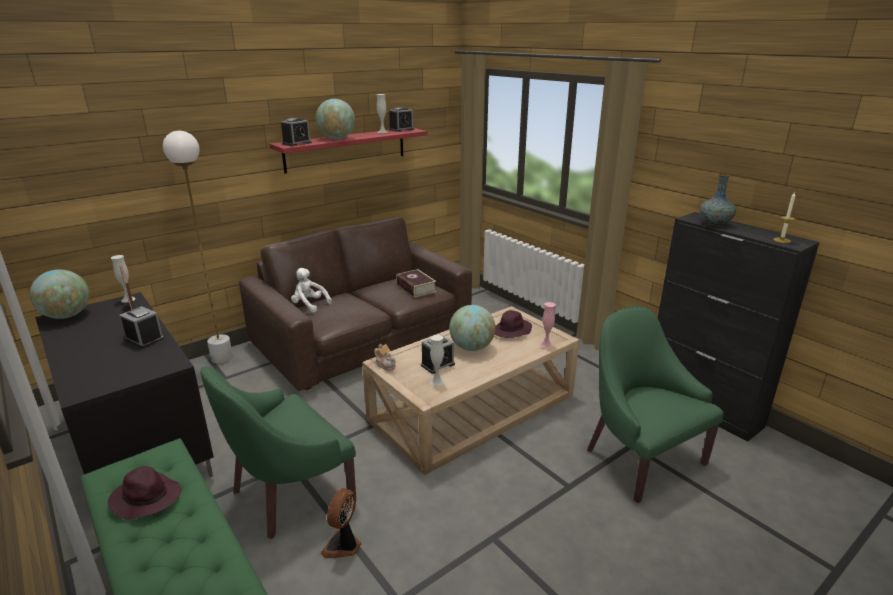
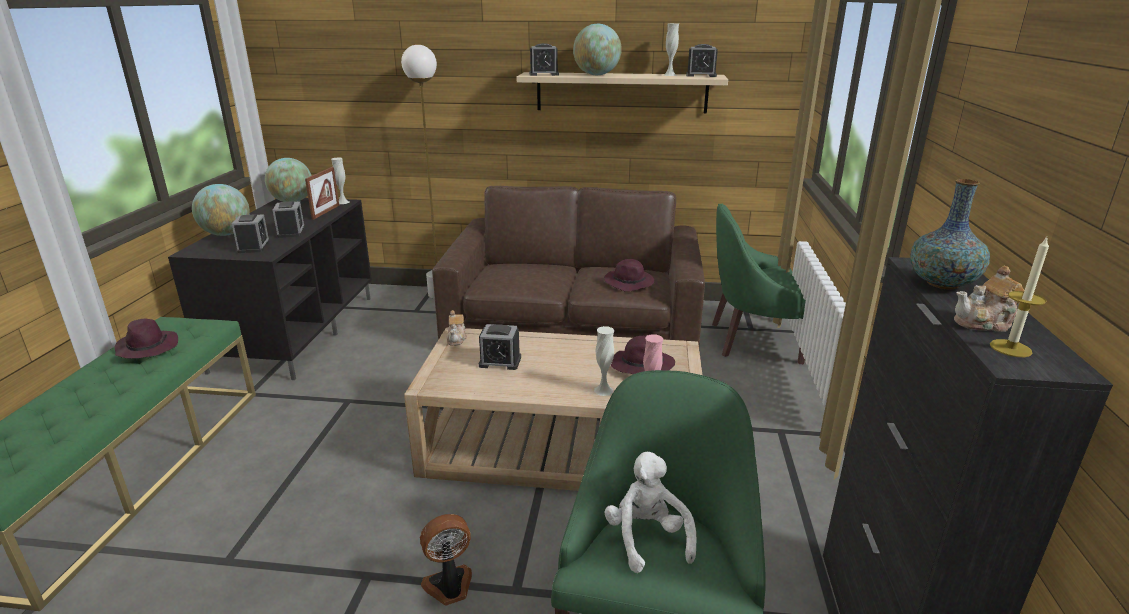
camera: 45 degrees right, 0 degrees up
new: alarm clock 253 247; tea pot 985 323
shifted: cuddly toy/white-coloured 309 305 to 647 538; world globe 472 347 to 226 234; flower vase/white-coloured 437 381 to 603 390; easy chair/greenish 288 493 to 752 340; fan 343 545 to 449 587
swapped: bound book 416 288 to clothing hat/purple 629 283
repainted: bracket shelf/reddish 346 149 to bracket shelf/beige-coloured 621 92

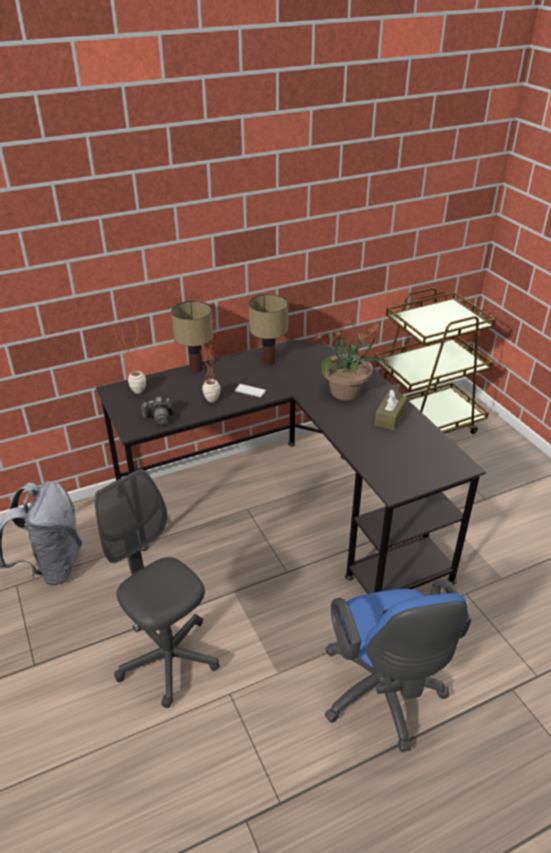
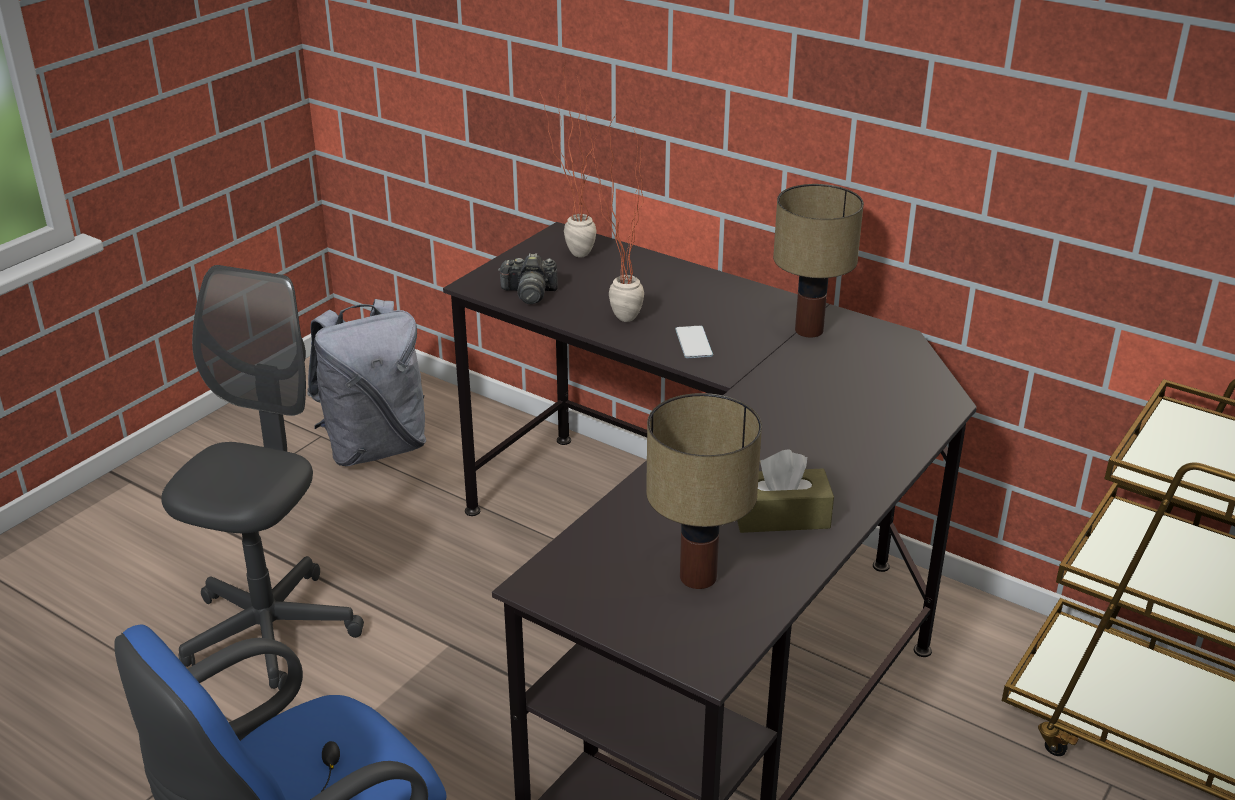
camera: 60 degrees right, 5 degrees down
gone: potted plant 346 392
shifted: tabletop lamp 196 368 to 699 576
rotated: still camera 159 418 = 529 293 45 degrees counterclockwise

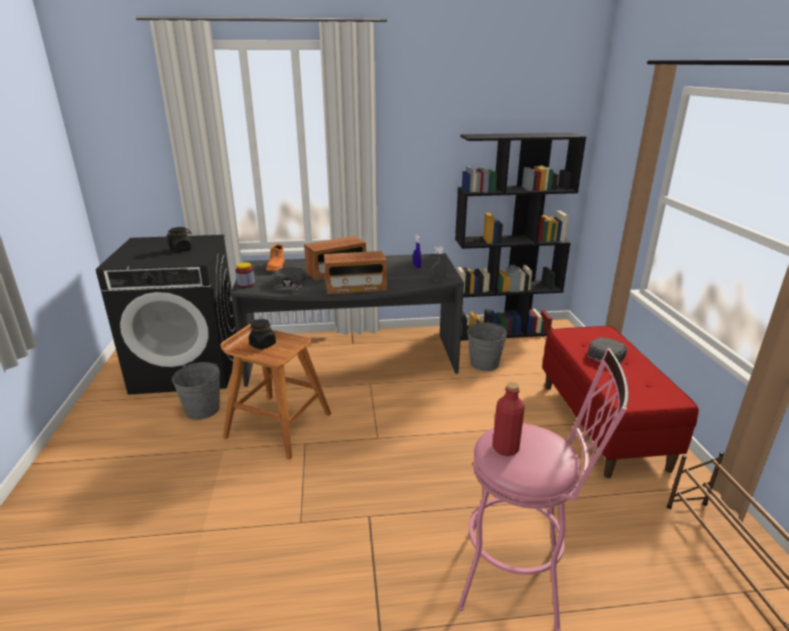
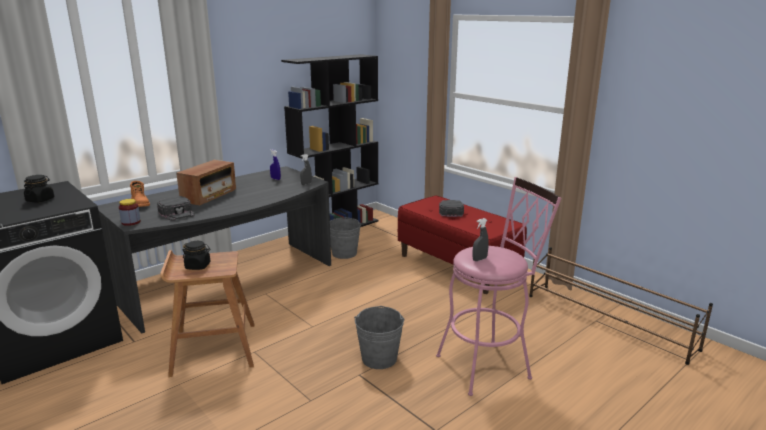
camera: 35 degrees left, 5 degrees down
gone: radio 355 288
shifted: water bucket/greyish 202 409 to 379 358
swapped: drink bottle/reddish 505 448 to sprayer/greyish 479 259

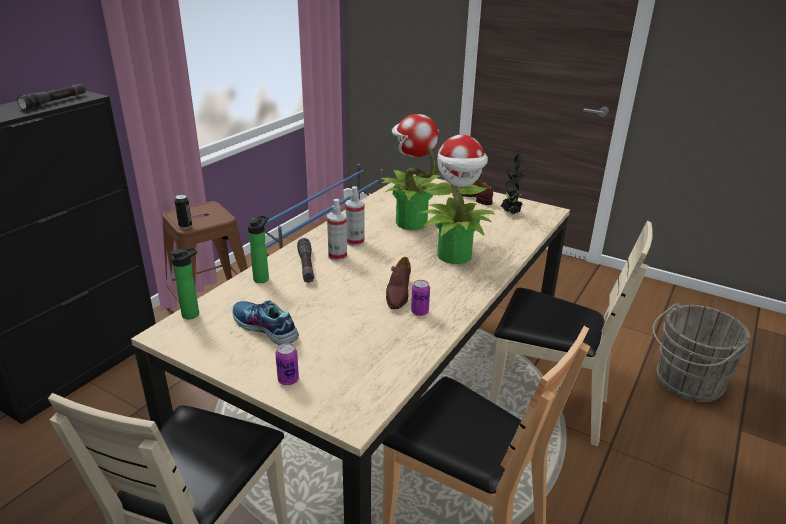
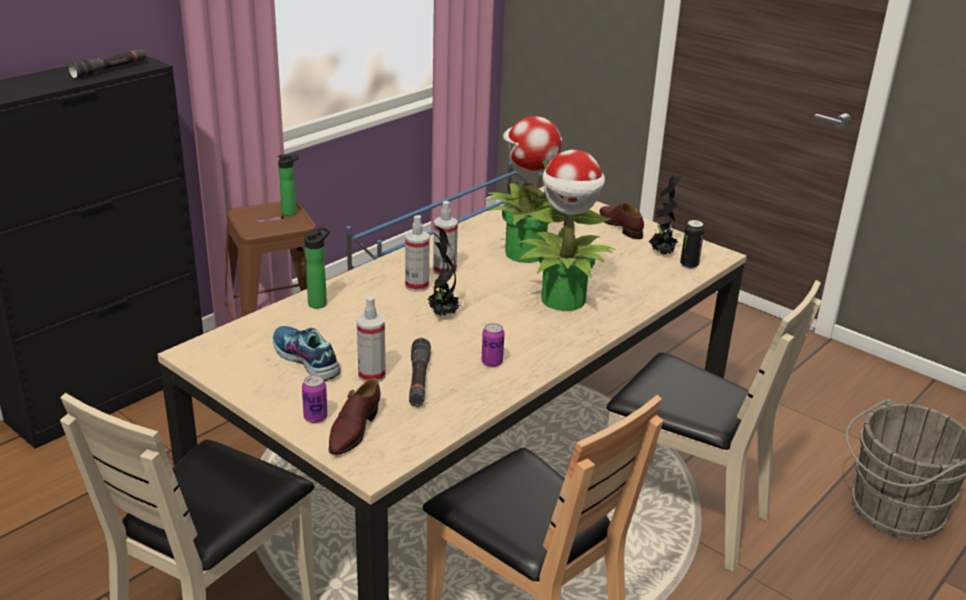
camera: 10 degrees right, 0 degrees up
new: potted plant 442 314; sprayer 371 375
shifted: sealed can 185 226 to 689 265; torch/black-coloured 306 266 to 419 380; drink bottle 193 314 to 291 213; shoe/brown-coloured 398 293 to 353 430

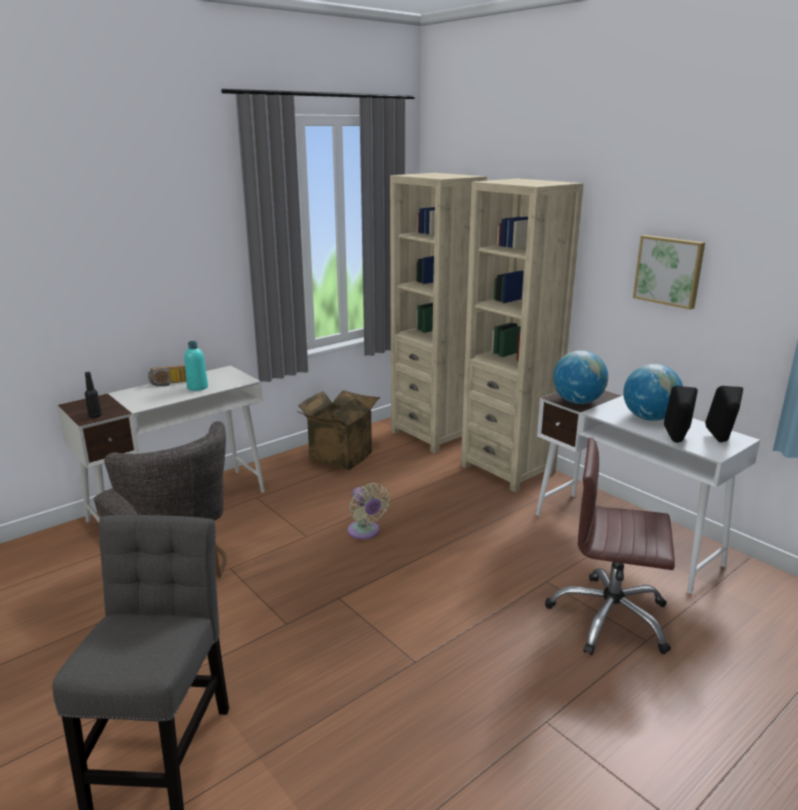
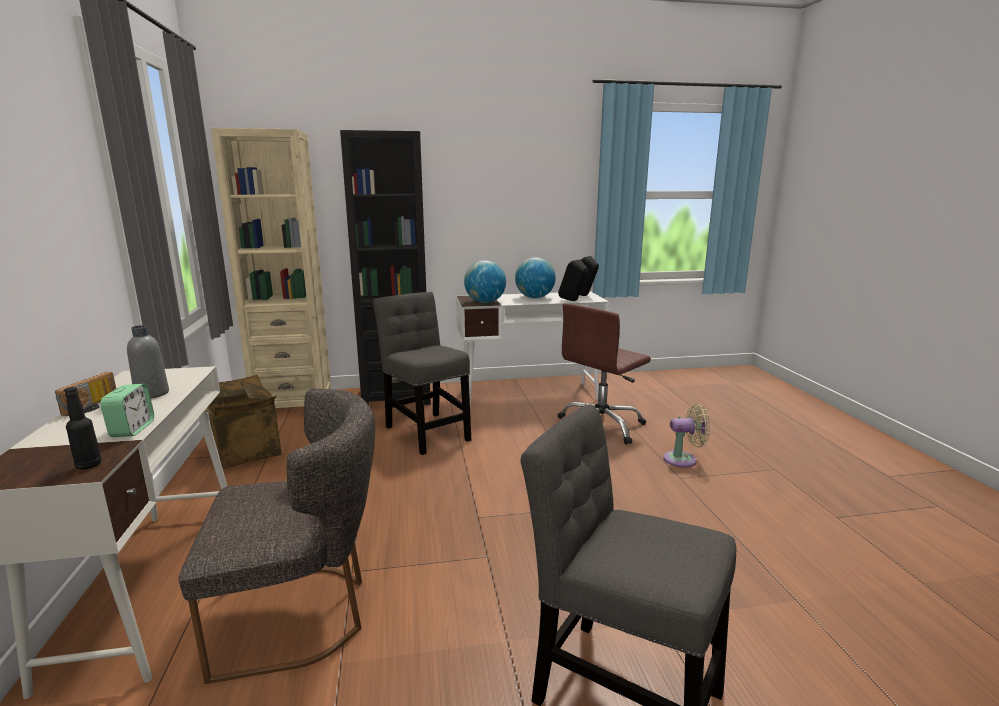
camera: 60 degrees left, 5 degrees down
gone: wall art 669 271
new: upright chair/greyish 426 431; alarm clock 132 429
shifted: fan/beige-coloured 365 532 to 683 459
repainted: bookcase/beige-coloured 508 469 to bookcase/black-coloured 396 396; drink bottle/blue-green 197 387 to drink bottle/greyish 152 394

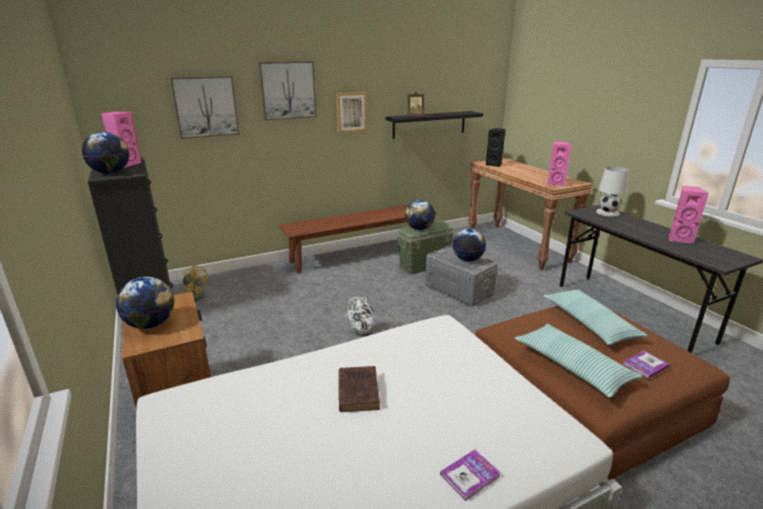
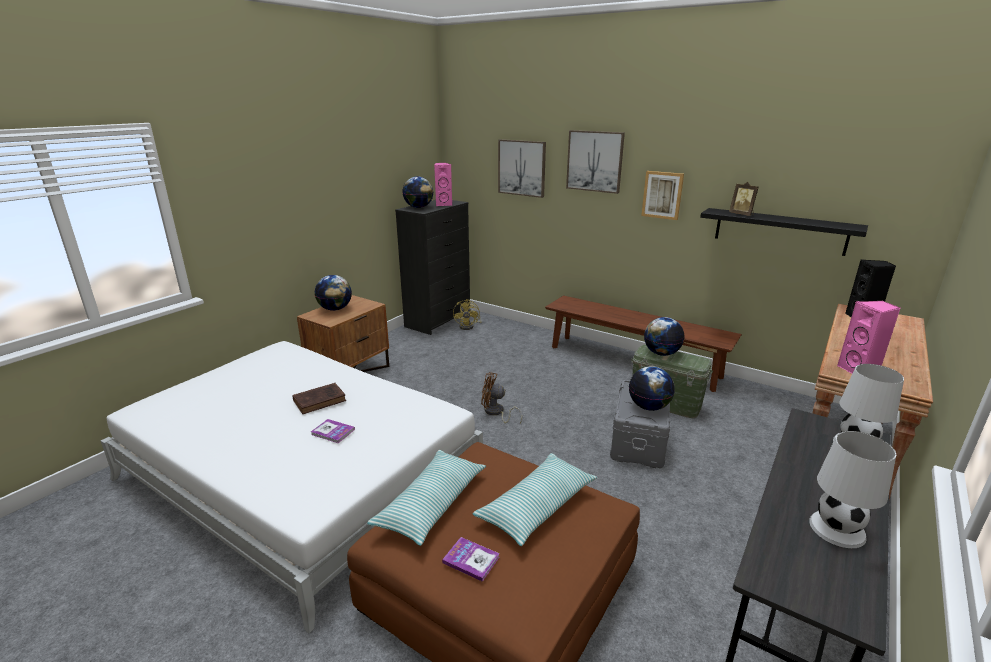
camera: 60 degrees right, 0 degrees up
shifted: bound book 470 475 to 333 432
swapped: audio speaker/pink-coloured 679 239 to tabletop lamp/white-coloured 838 529
repainted: fan/white-coloured 368 331 to fan/brown-coloured 496 413

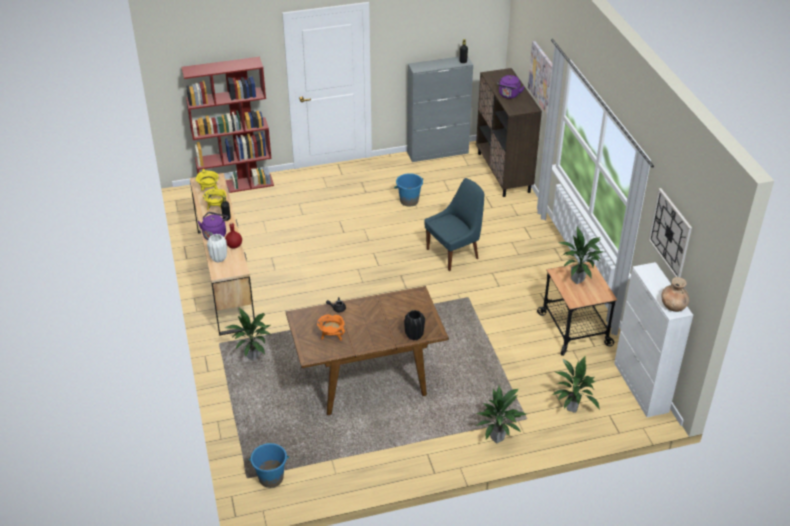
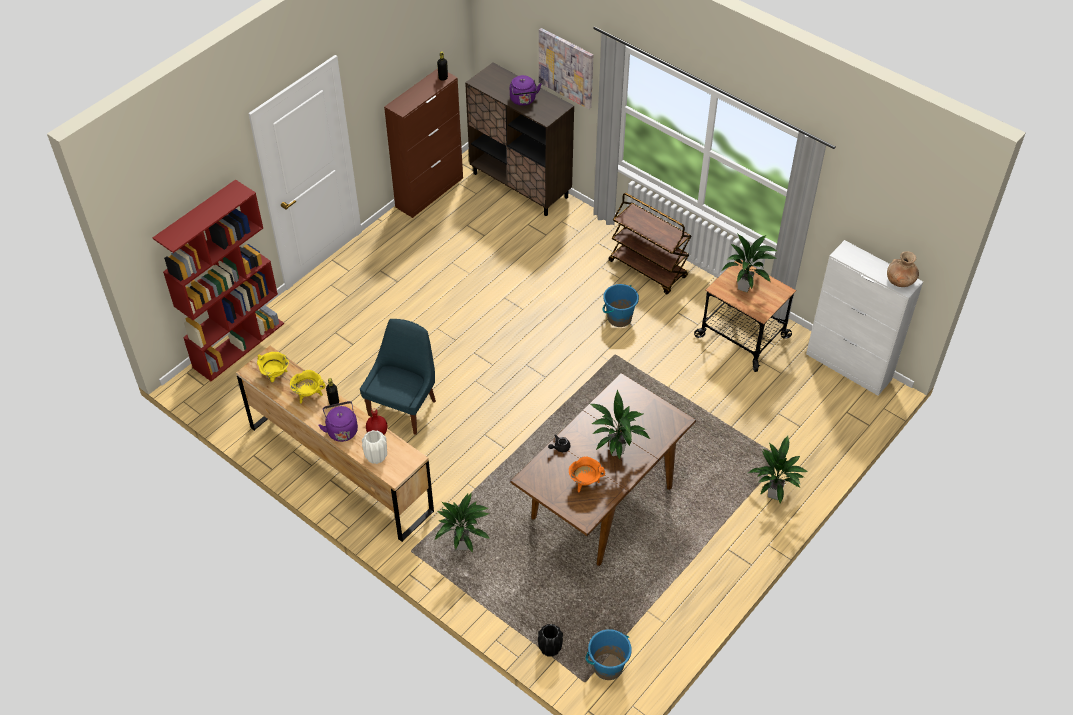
camera: 35 degrees left, 10 degrees up
gone: hanging clock 670 233
new: trolley/brown-coloured 648 269
shifted: water bucket/bluish 409 201 to 619 318; upright chair/bluish 454 253 to 404 407; flower vase/black-coloured 414 336 to 550 649; potted plant 572 408 to 616 451
repainted: cabinet/greyish 438 152 to cabinet/brown-coloured 430 192

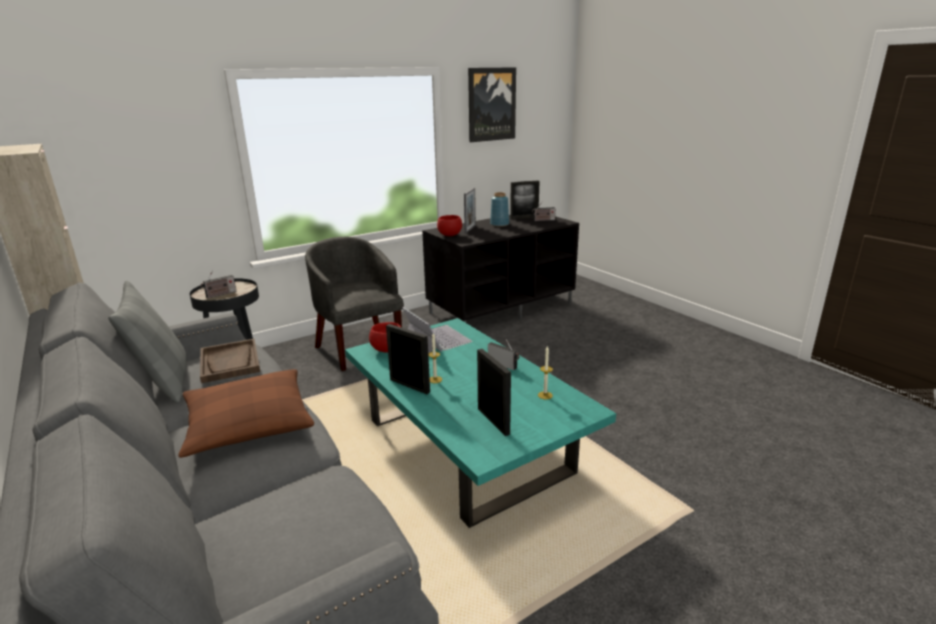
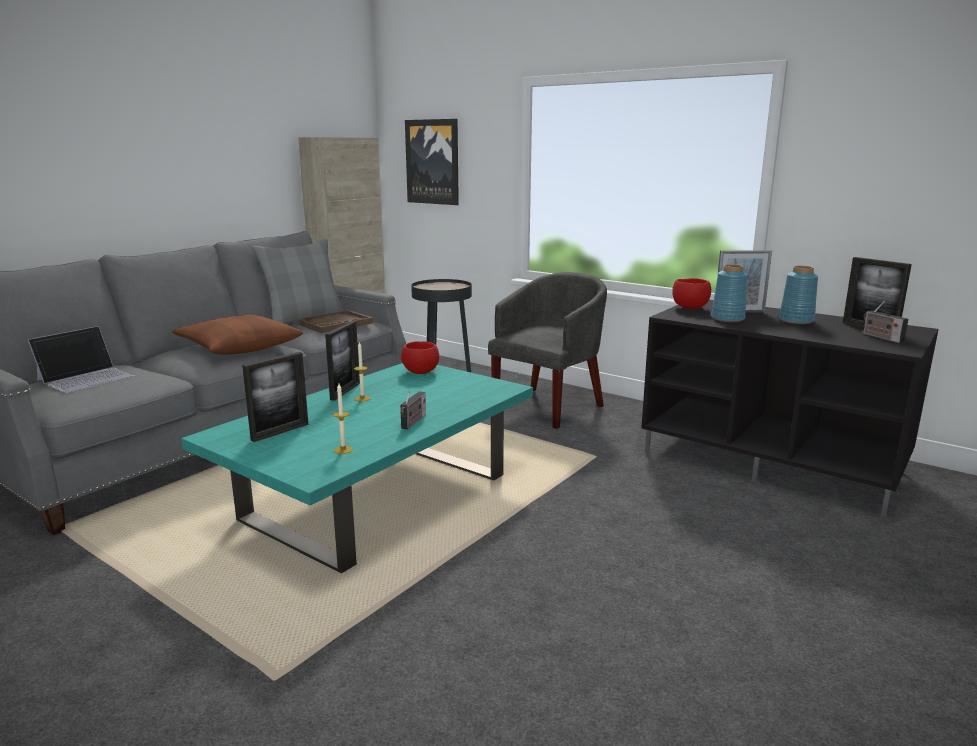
camera: 70 degrees right, 5 degrees down
gone: radio 220 294
new: flower vase/bluish 727 318
shifted: wall art 491 104 to 433 162; notebook computer 437 339 to 86 378

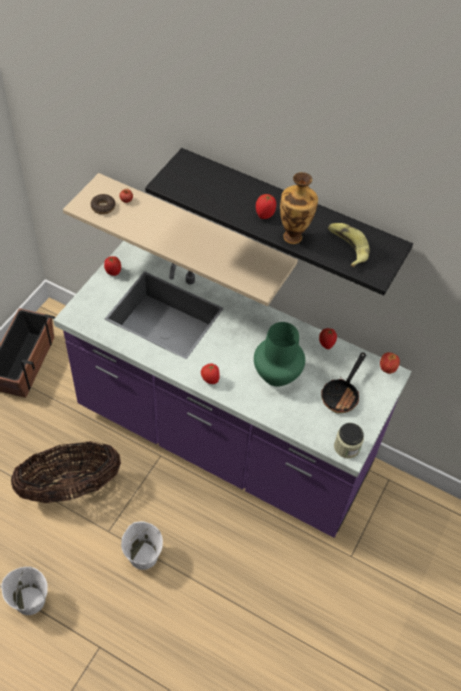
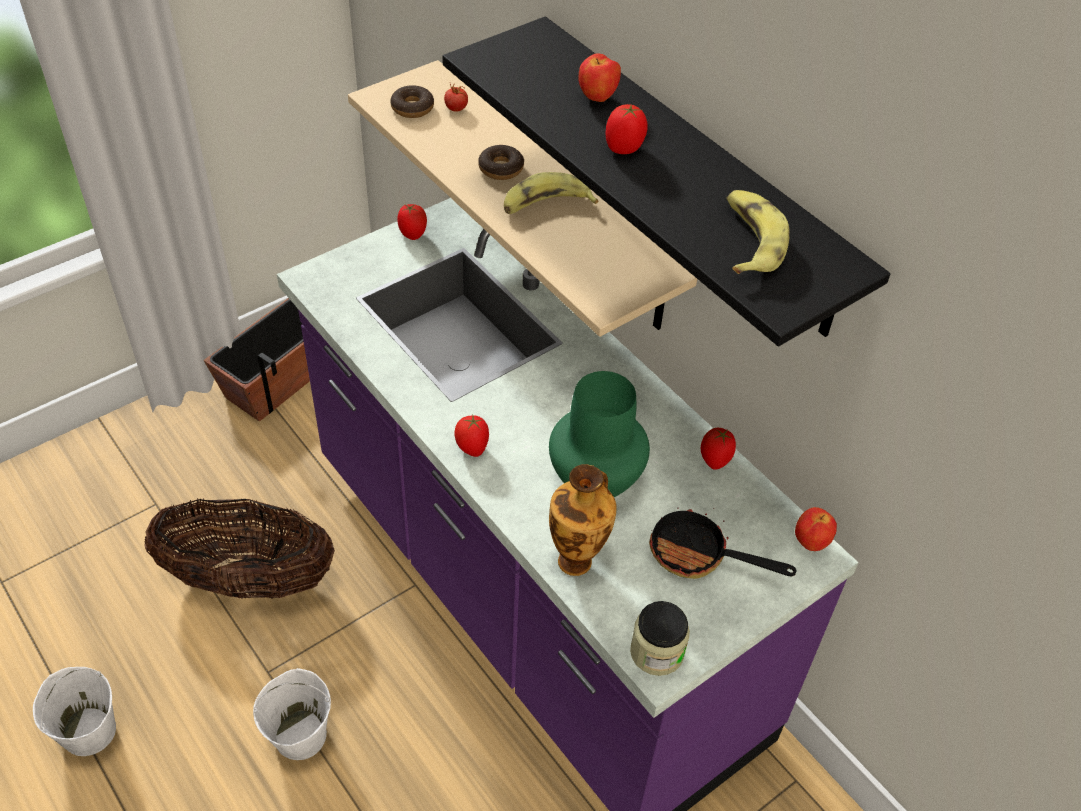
camera: 25 degrees right, 5 degrees down
new: apple 597 98; doughnut 501 168; whole banana 546 205
shifted: flower vase 293 236 to 577 560
rotated: frying pan 342 394 = 698 555 60 degrees clockwise

